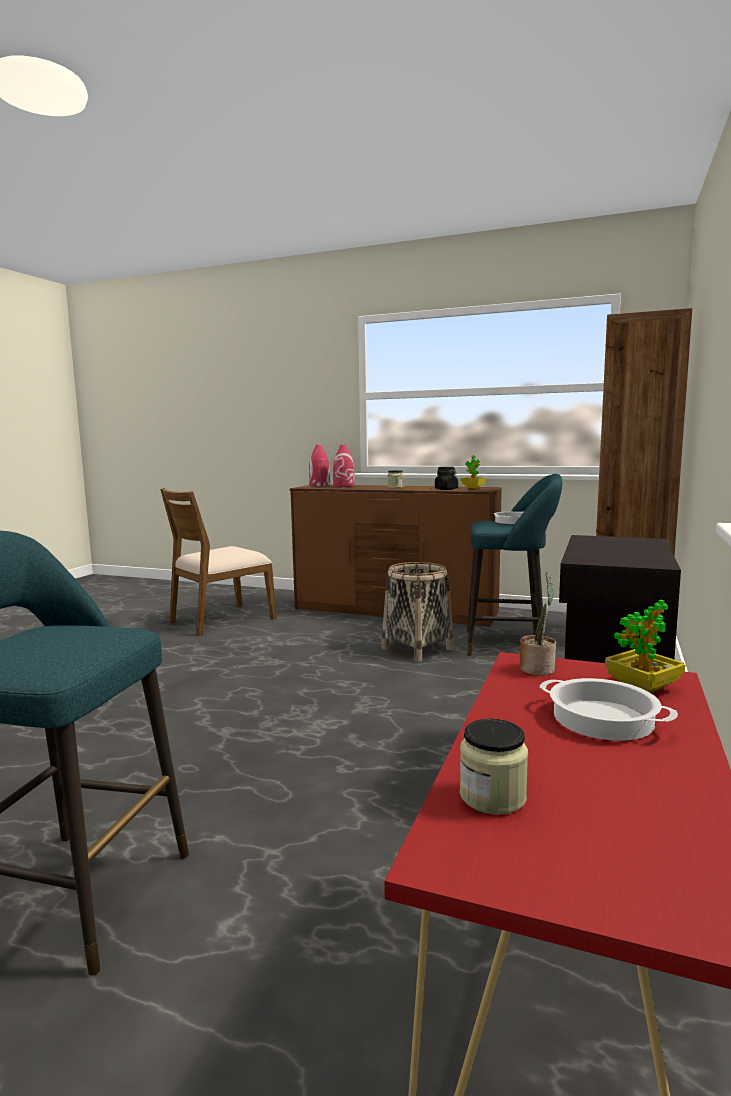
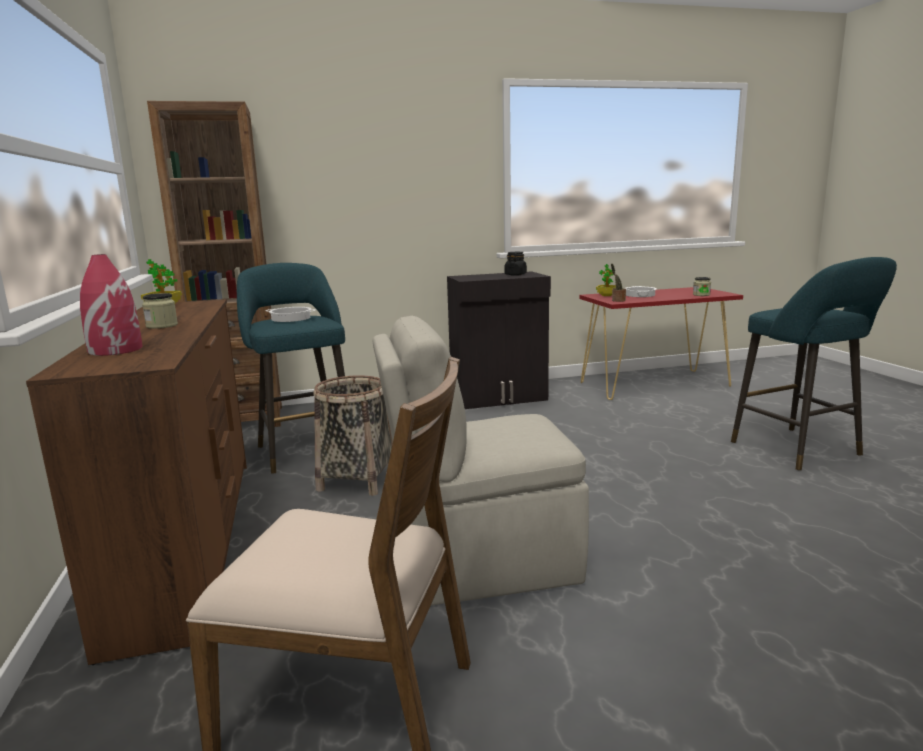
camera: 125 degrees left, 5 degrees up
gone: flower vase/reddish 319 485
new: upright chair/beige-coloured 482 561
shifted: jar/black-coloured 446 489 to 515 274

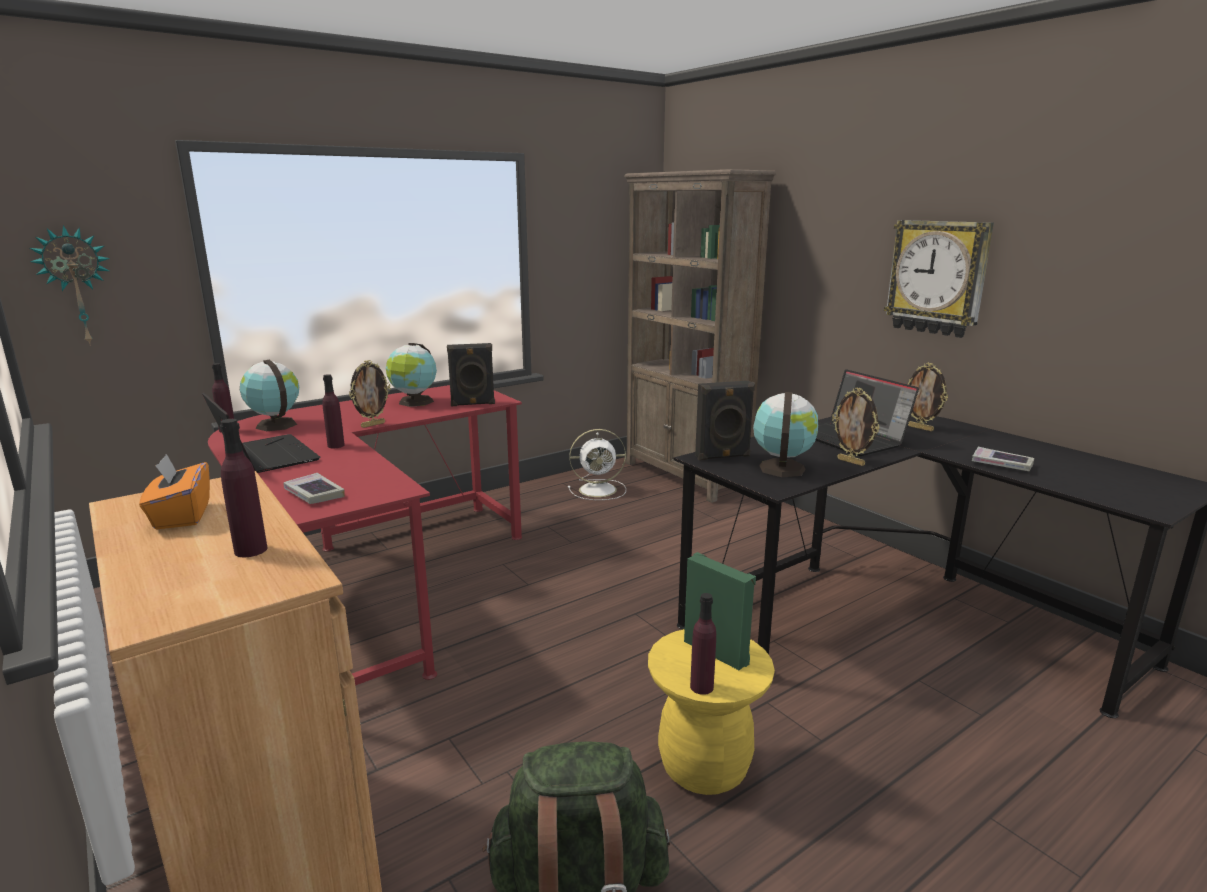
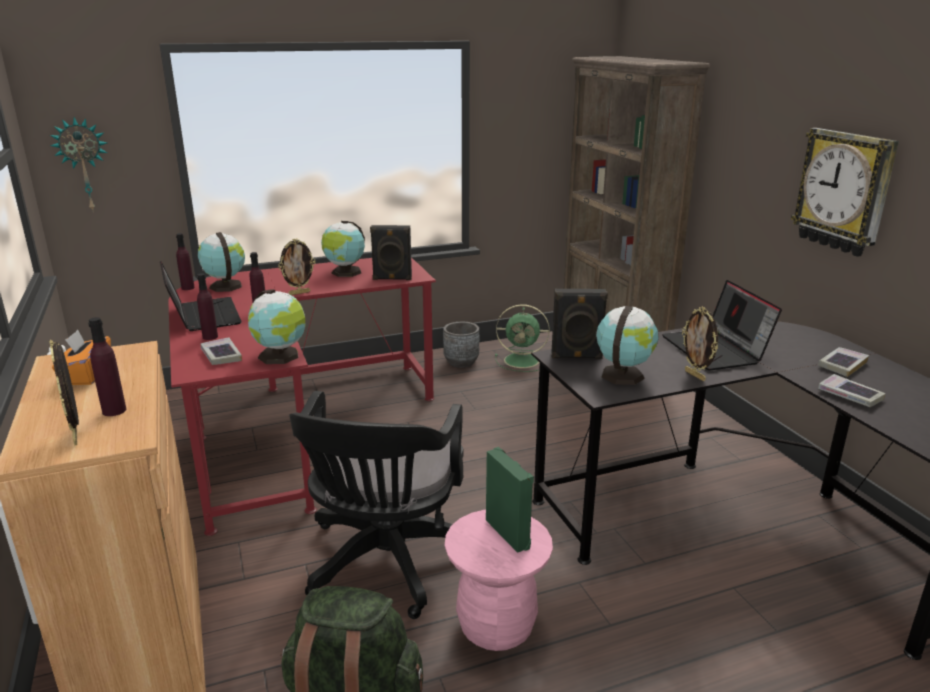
camera: 15 degrees right, 5 degrees up
new: world globe 280 356; planter/greyish 461 362; bound book 842 365; computer chair/black-coloured 386 564
shifted: standing frame 921 428 to 77 436; drink bottle/purple 701 687 to 210 337
repainted: fan/white-coloured 599 490 to fan/greenish 523 361; stool seat/yellow-coloured 704 766 to stool seat/pink-coloured 496 626

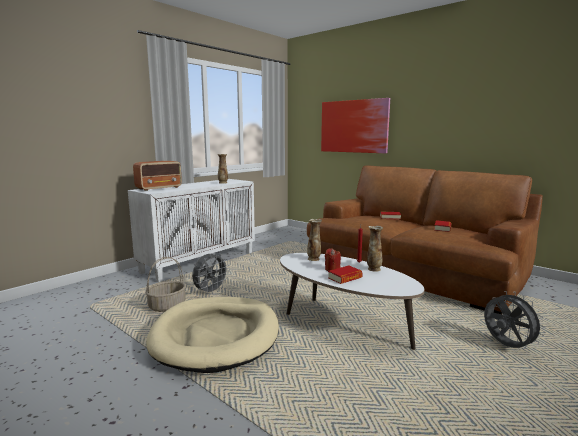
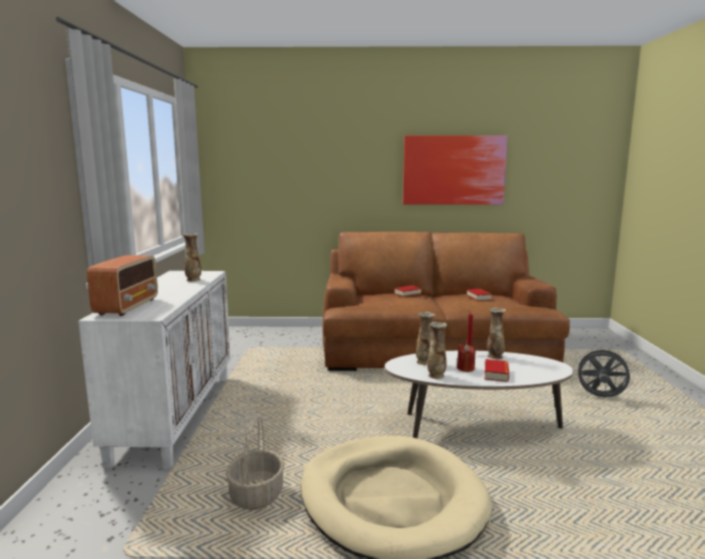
camera: 40 degrees left, 0 degrees up
gone: fan/greyish 210 292
new: flower vase 436 375
shifted: wall art 354 126 to 453 170

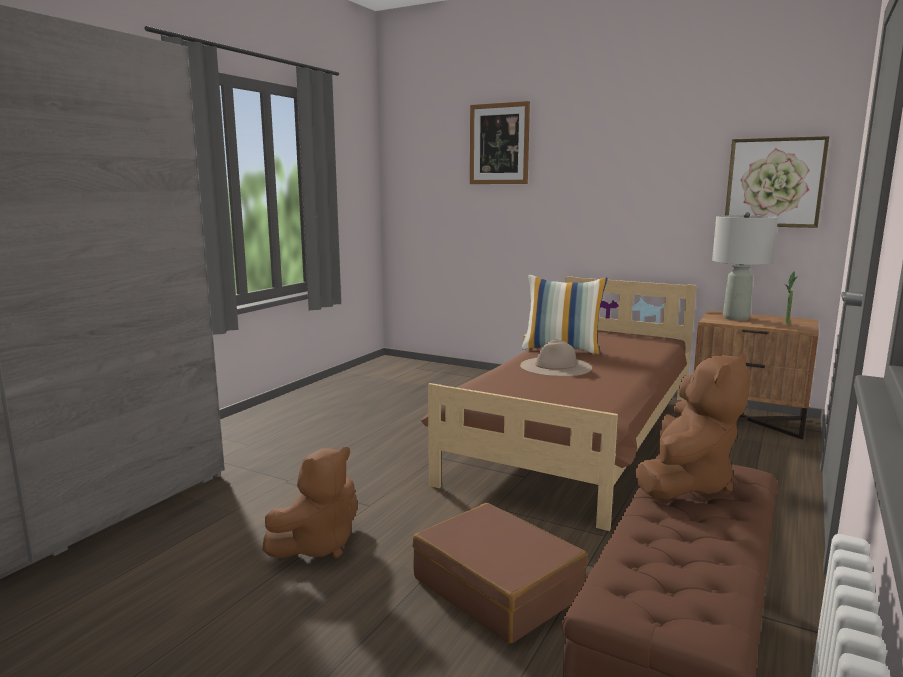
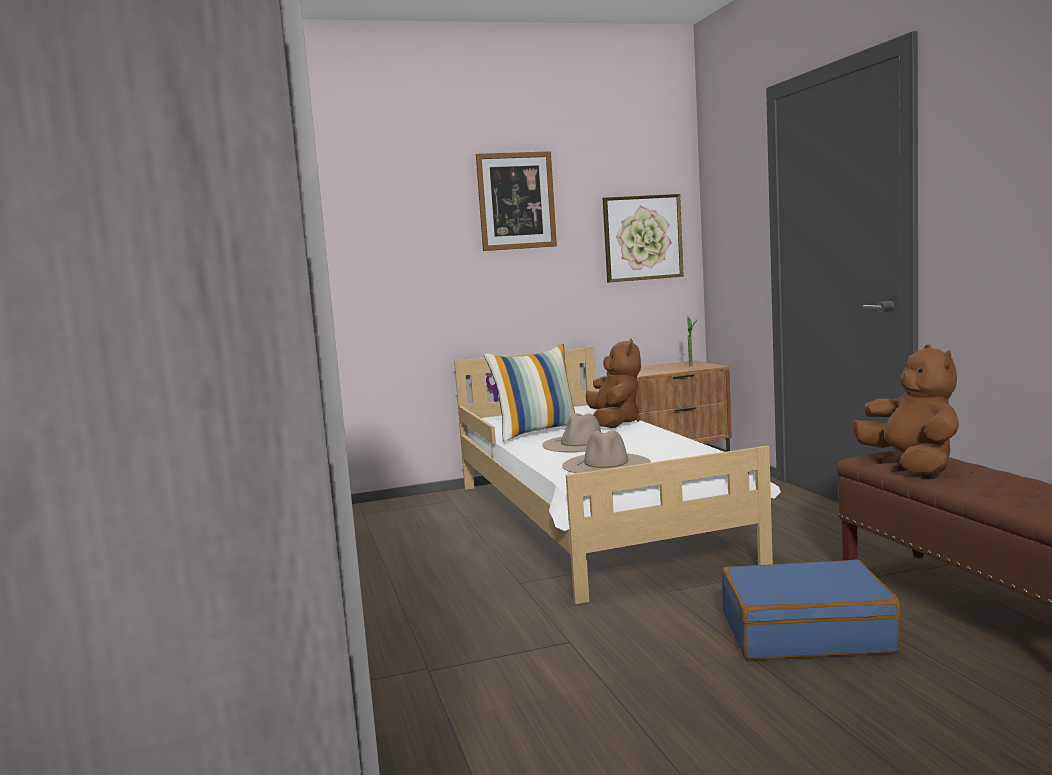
camera: 45 degrees left, 5 degrees down
gone: tabletop lamp/greyish 735 318
new: clothing hat/beige-coloured 606 464
shifted: wall art 499 144 to 516 201; cuddly toy/brown-coloured 317 545 to 614 423
repainted: sleeping bed/brown-coloured 580 436 to sleeping bed/white-coloured 593 520; travel case/brown-coloured 498 587 to travel case/bluish 805 632

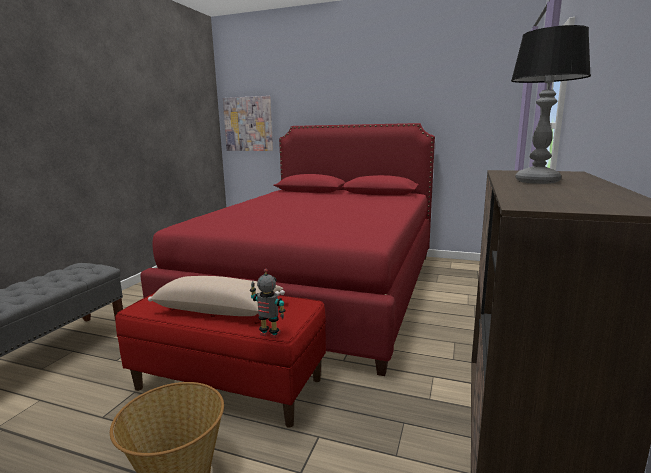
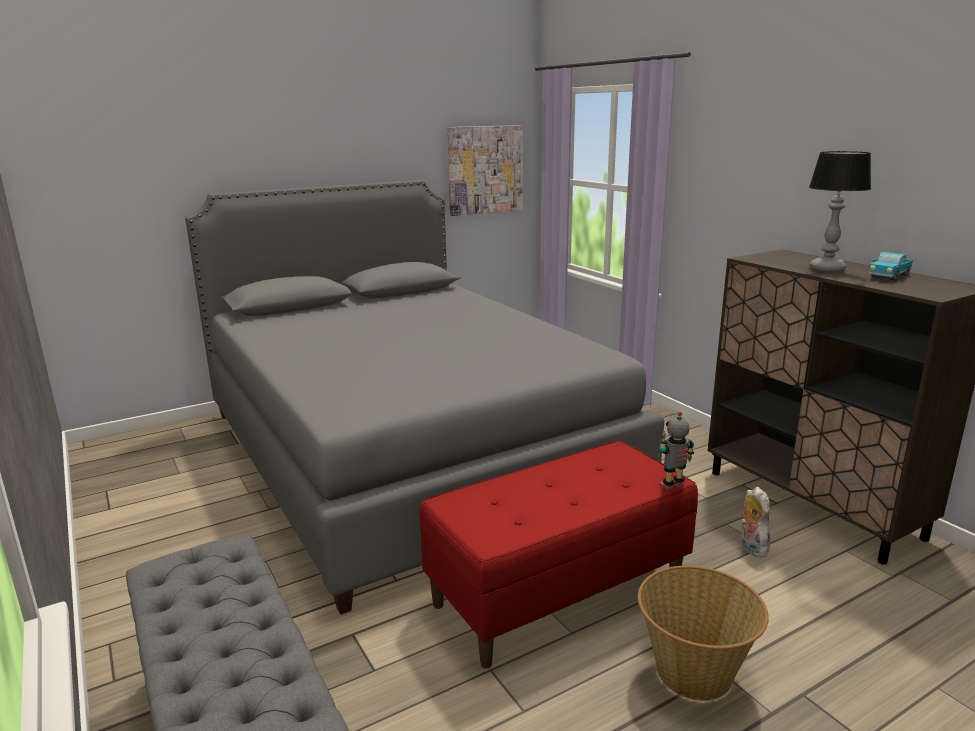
camera: 50 degrees left, 5 degrees up
gone: cushion/beige-coloured 219 309
new: model truck 889 276; cuddly toy 750 547
shifted: wall art 248 124 to 485 169
repainted: sleeping bed/reddish 319 288 to sleeping bed/greyish 407 453

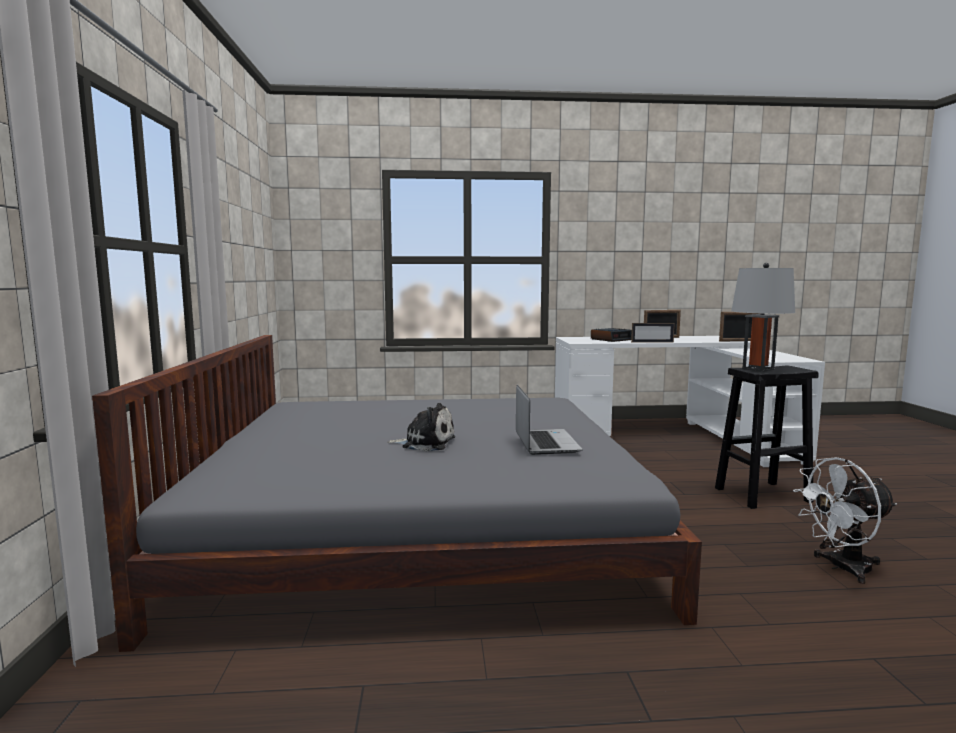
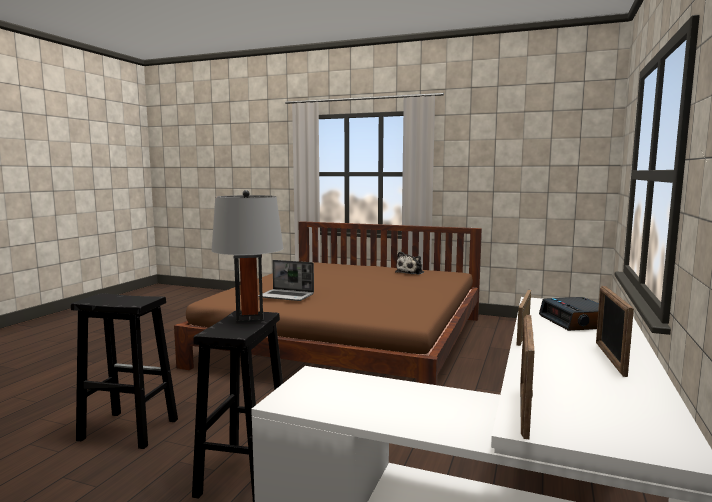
camera: 115 degrees right, 0 degrees up
shifted: cuddly toy 425 443 to 411 272
swapped: fan/white-coloured 841 568 to stool seat/black-coloured 127 430
repainted: sleeping bed/greyish 422 524 to sleeping bed/brown-coloured 348 340

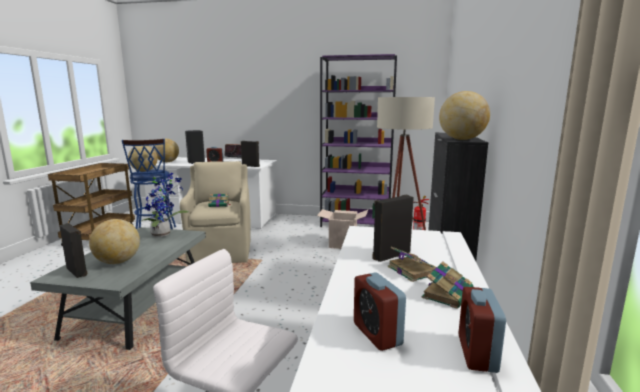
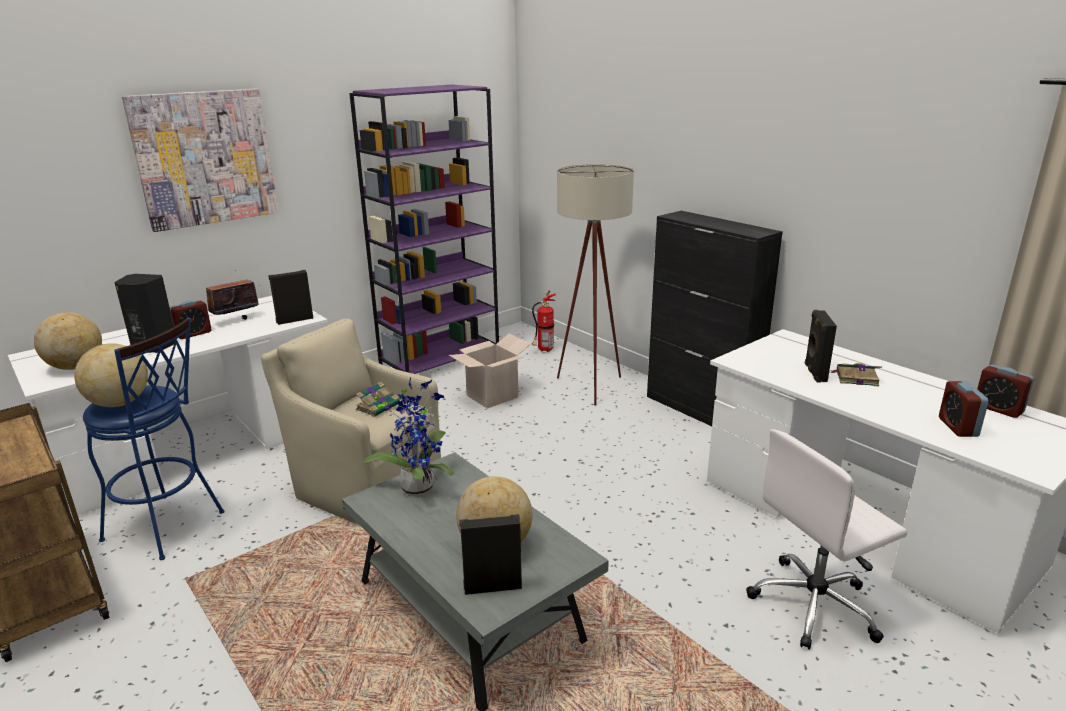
camera: 50 degrees left, 10 degrees up
gone: world globe 461 139; bound book 448 294
new: wall art 205 158
rotated: alarm clock 377 334 = 958 427 75 degrees clockwise

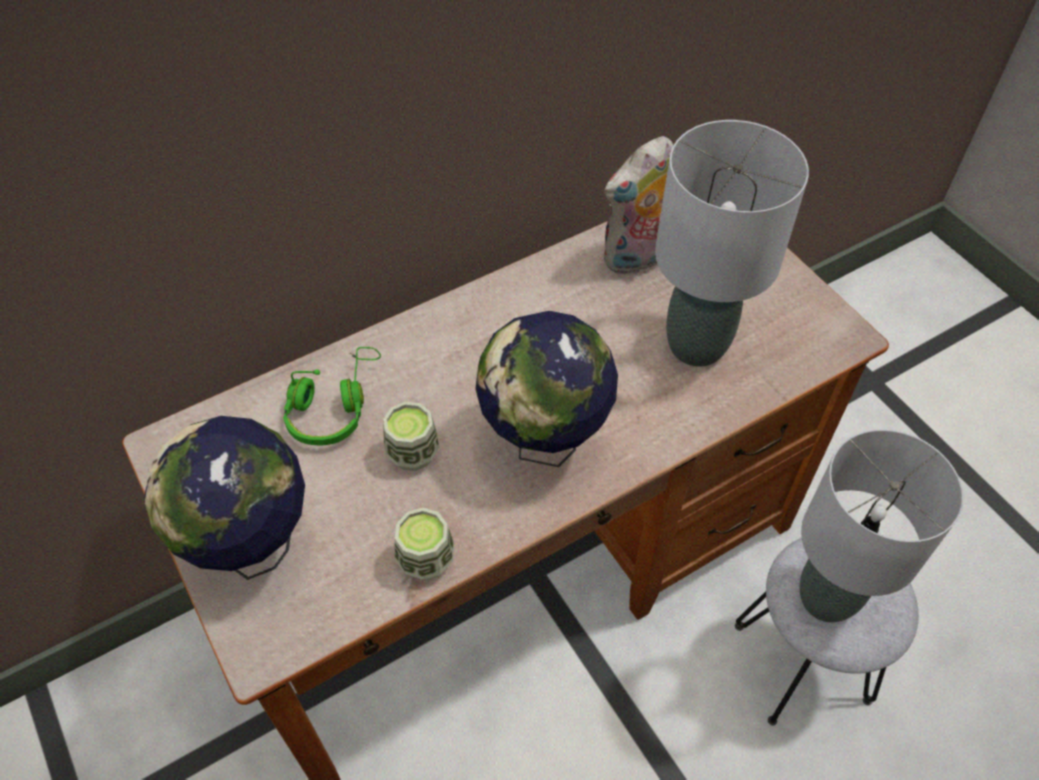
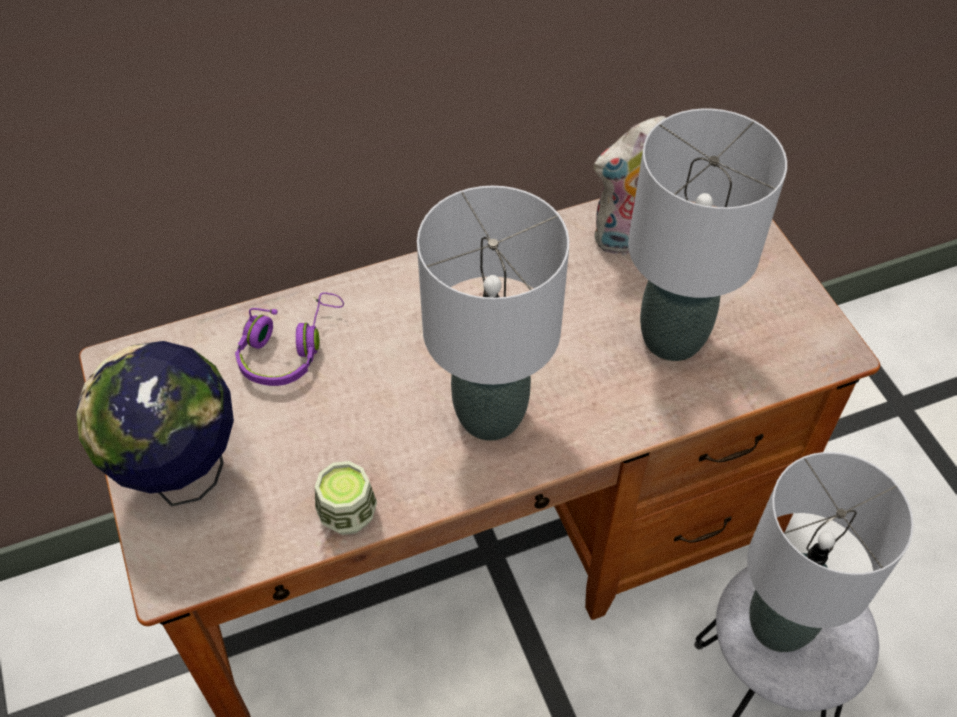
camera: 10 degrees right, 0 degrees up
gone: cup 413 453
swapped: world globe 544 442 to tabletop lamp/greyish 491 415
repainted: headset/greenish 333 406 to headset/purple 288 348

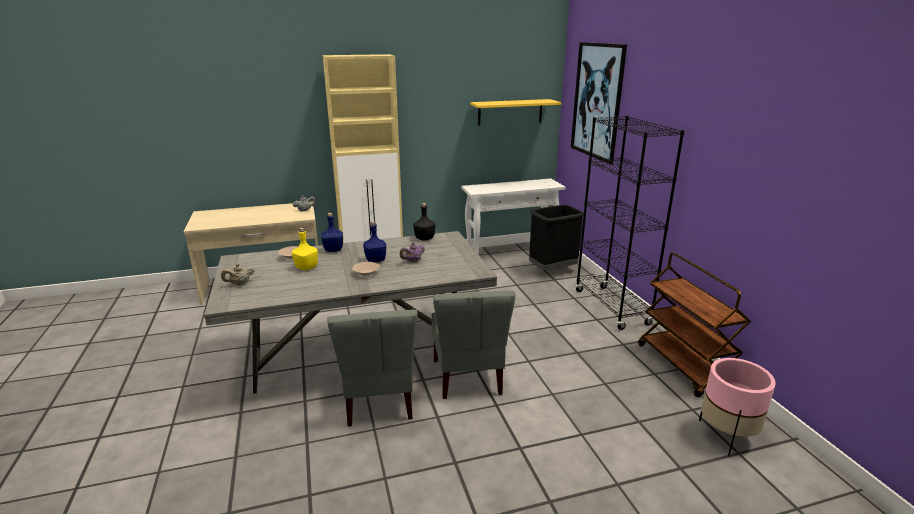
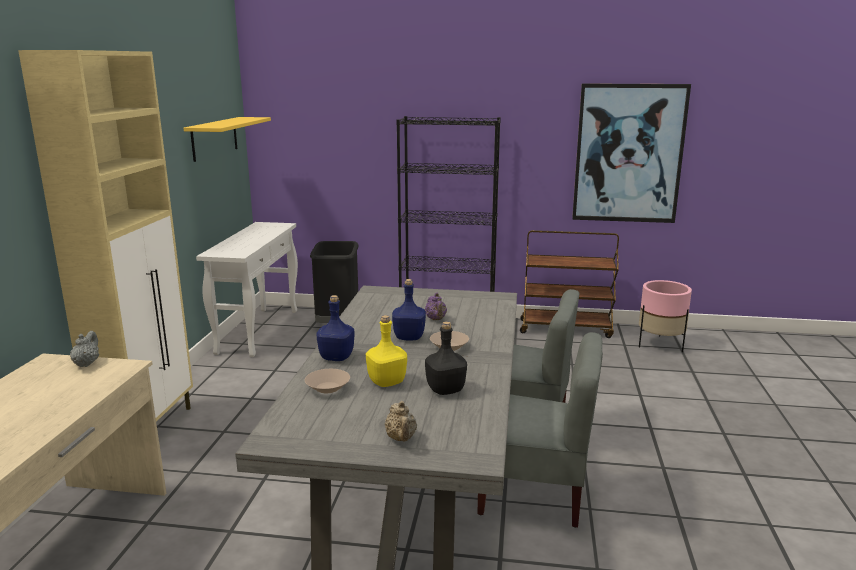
camera: 65 degrees left, 5 degrees down
shifted: wall art 597 101 to 628 154; drink bottle/black-coloured 424 238 to 446 390

